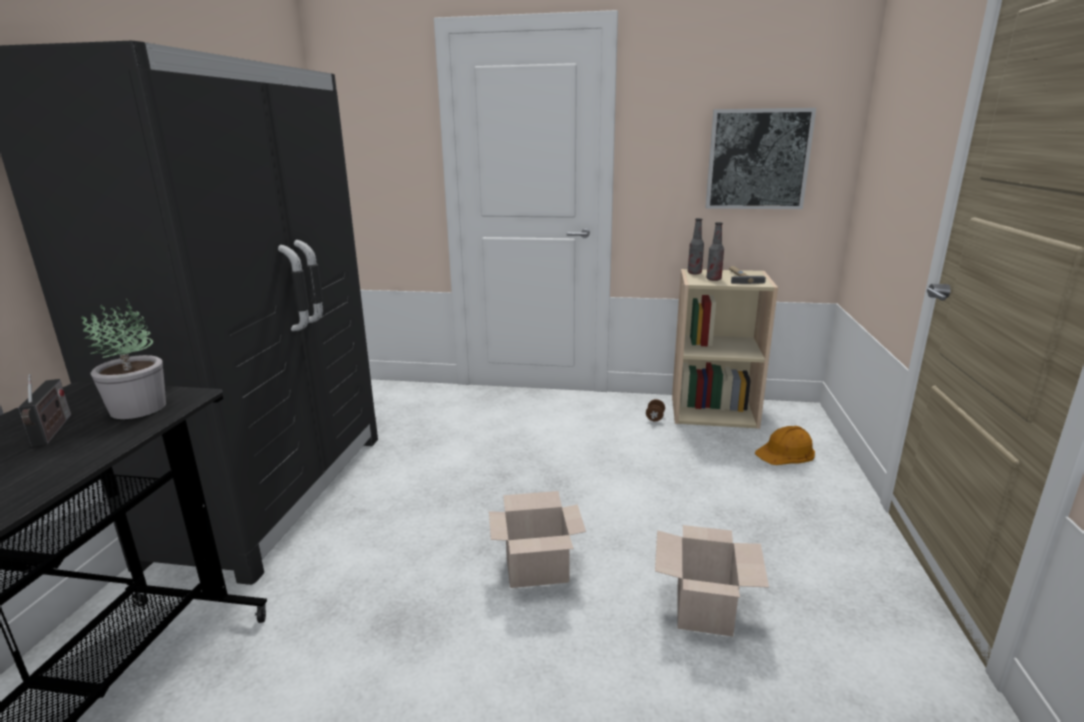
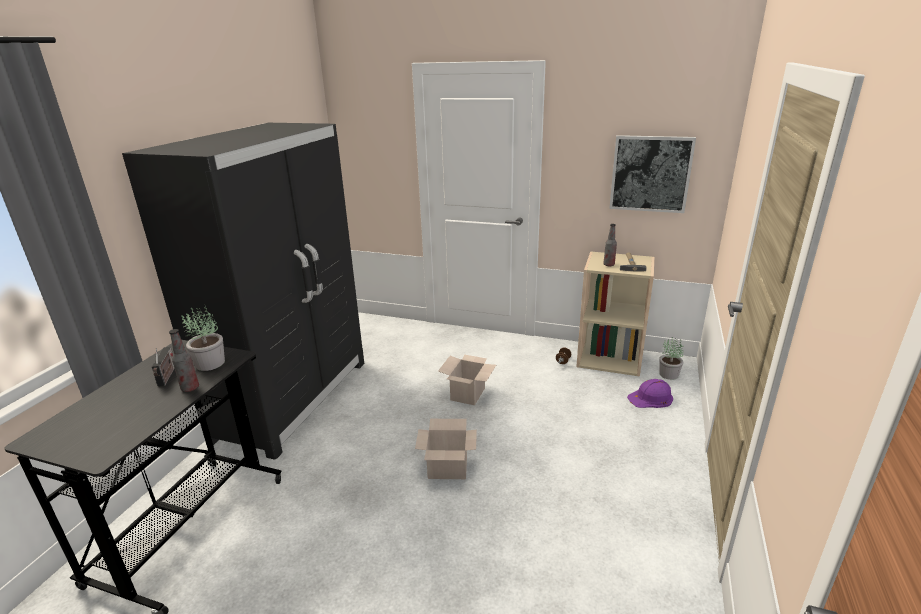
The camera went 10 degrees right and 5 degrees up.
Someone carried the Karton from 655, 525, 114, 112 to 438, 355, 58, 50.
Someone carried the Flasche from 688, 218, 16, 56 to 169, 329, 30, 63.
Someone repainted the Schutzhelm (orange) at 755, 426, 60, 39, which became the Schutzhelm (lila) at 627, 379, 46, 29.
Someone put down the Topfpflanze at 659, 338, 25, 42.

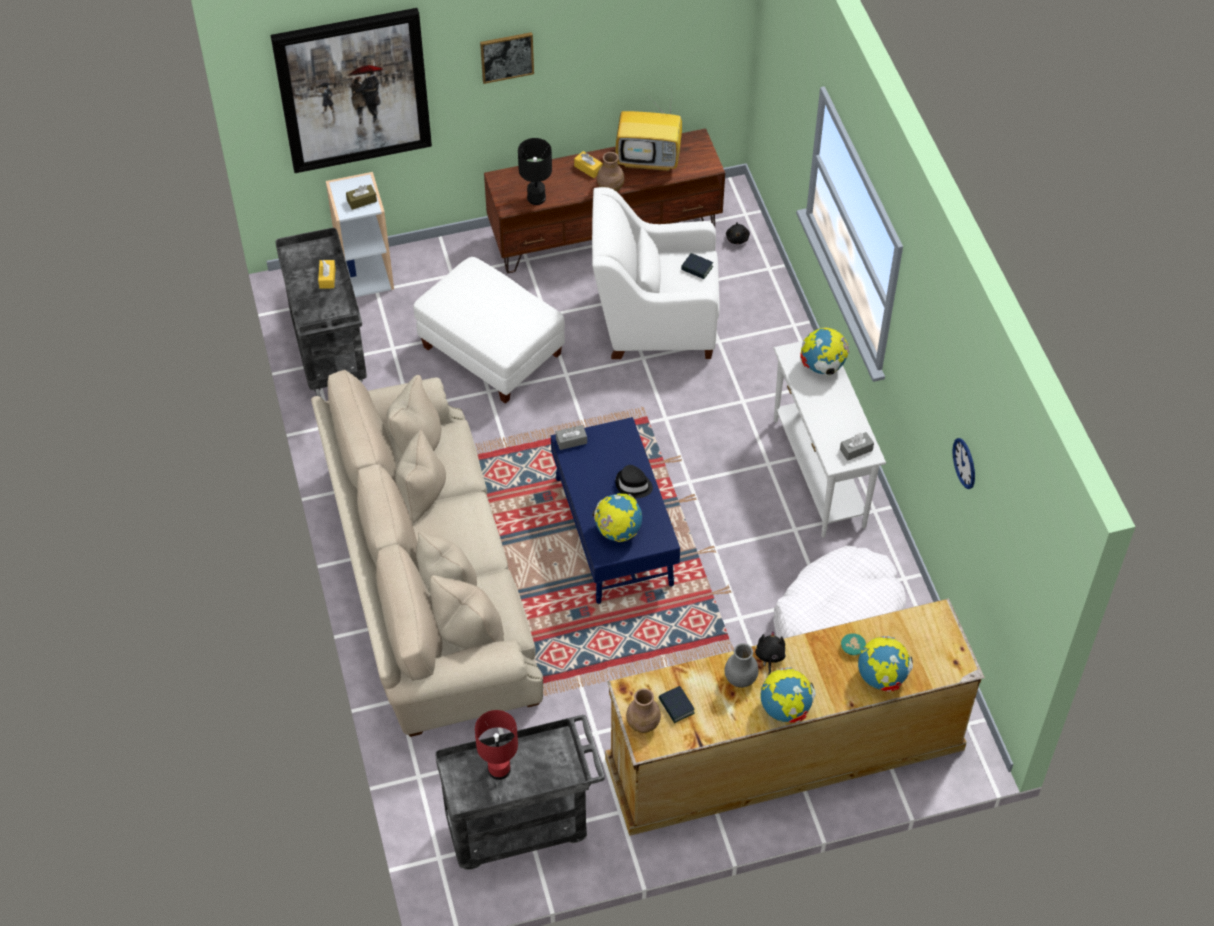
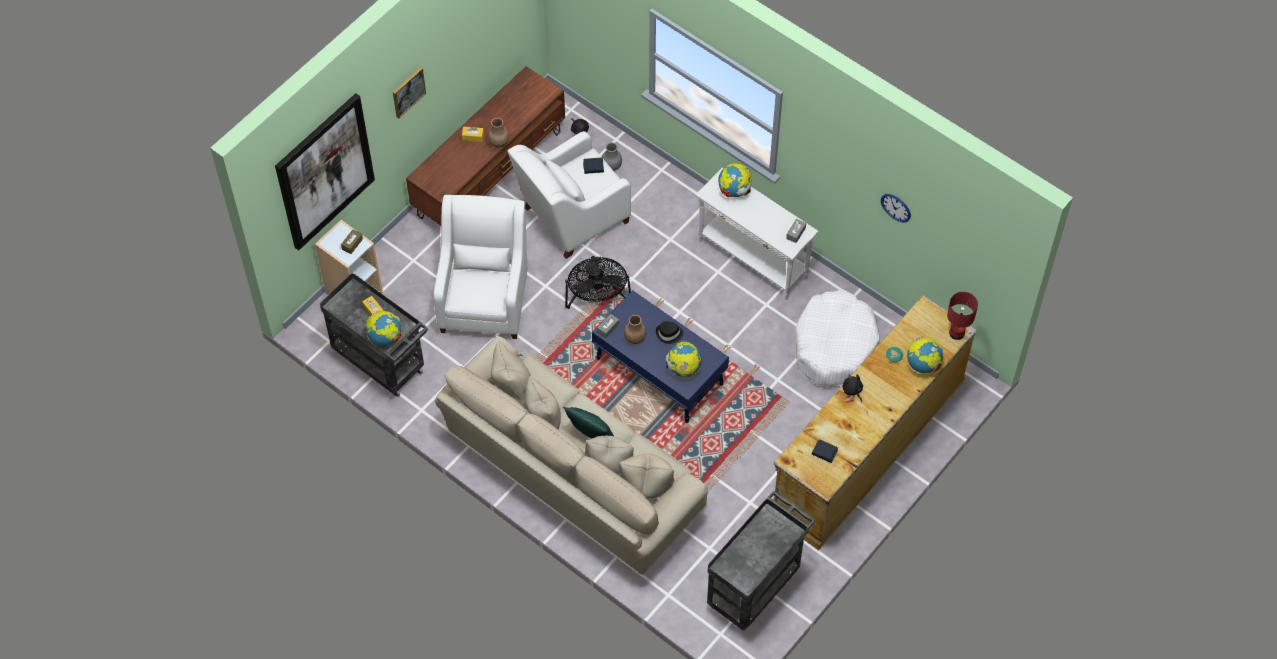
The camera went 35 degrees left and 5 degrees up.
Someone swapped the Polsterhocker (weiß) at 413, 257, 152, 147 for the Sessel (weiß) at 433, 195, 94, 144.
Someone carried the Tischlampe (rot) from 475, 710, 43, 70 to 947, 292, 31, 48.
Someone took away the Tischlampe (schwarz) at 518, 138, 34, 67.
Someone took away the Fernseher at 615, 85, 67, 86.
Someone carried the Vase (braun) from 626, 688, 35, 45 to 624, 315, 22, 29.
Someone carried the Vase (grau) from 724, 643, 35, 45 to 602, 142, 20, 29.
Someone carried the Globus from 760, 667, 56, 56 to 366, 311, 35, 35.
Someone put down the Kissen (grün) at 563, 407, 51, 31.
Someone put down the Ventilator (schwarz) at 565, 256, 66, 53.

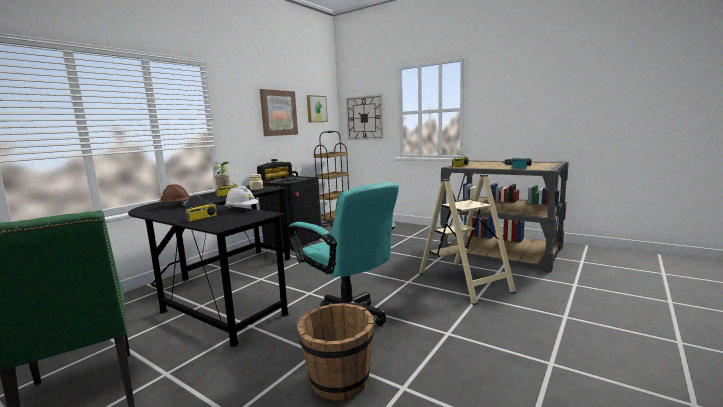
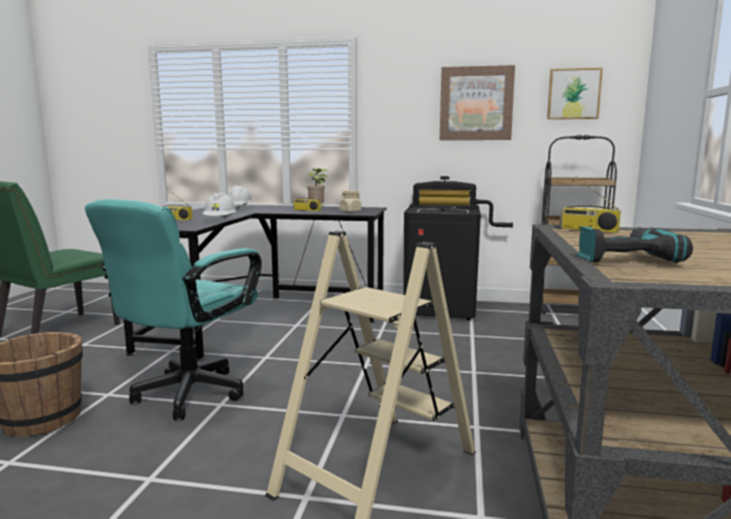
The camera went 65 degrees right and 0 degrees up.
Someone repainted the Schutzhelm (braun) at 158, 184, 32, 22, which became the Schutzhelm (weiß) at 227, 186, 26, 24.
Someone took away the Wanduhr at 346, 94, 38, 46.

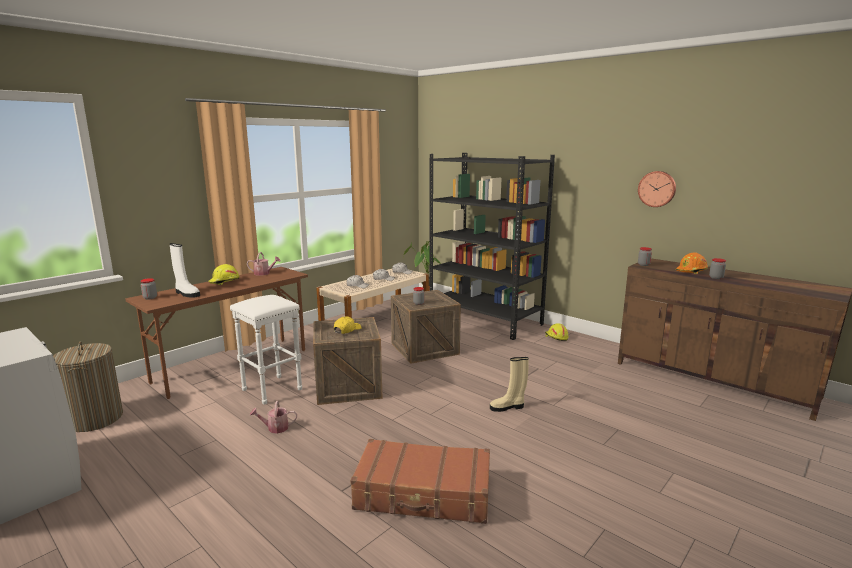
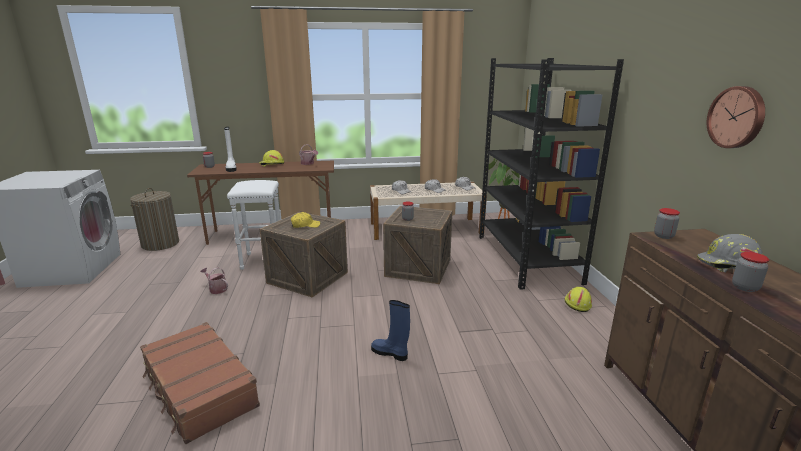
The camera went 40 degrees right and 5 degrees up.
Someone repainted the Stiefel (beige) at 490, 357, 39, 55, which became the Stiefel (blau) at 371, 300, 39, 61.
Someone repainted the Schutzhelm (orange) at 676, 252, 32, 22, which became the Schutzhelm (grau) at 697, 234, 66, 38.

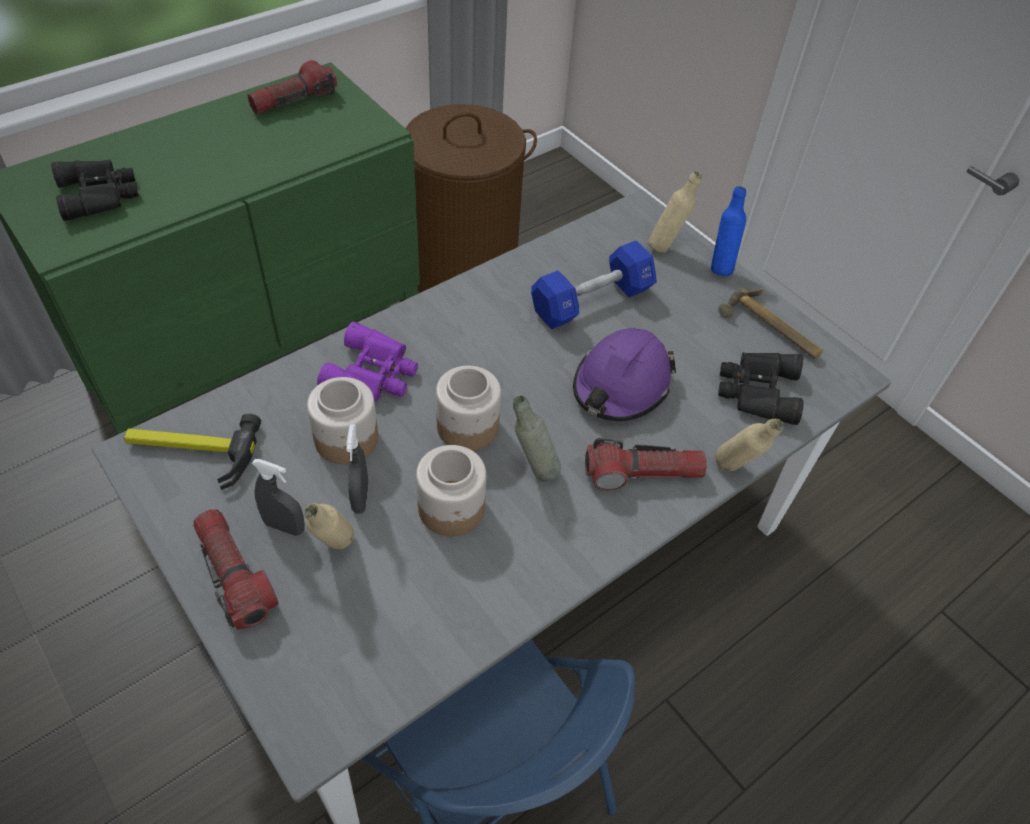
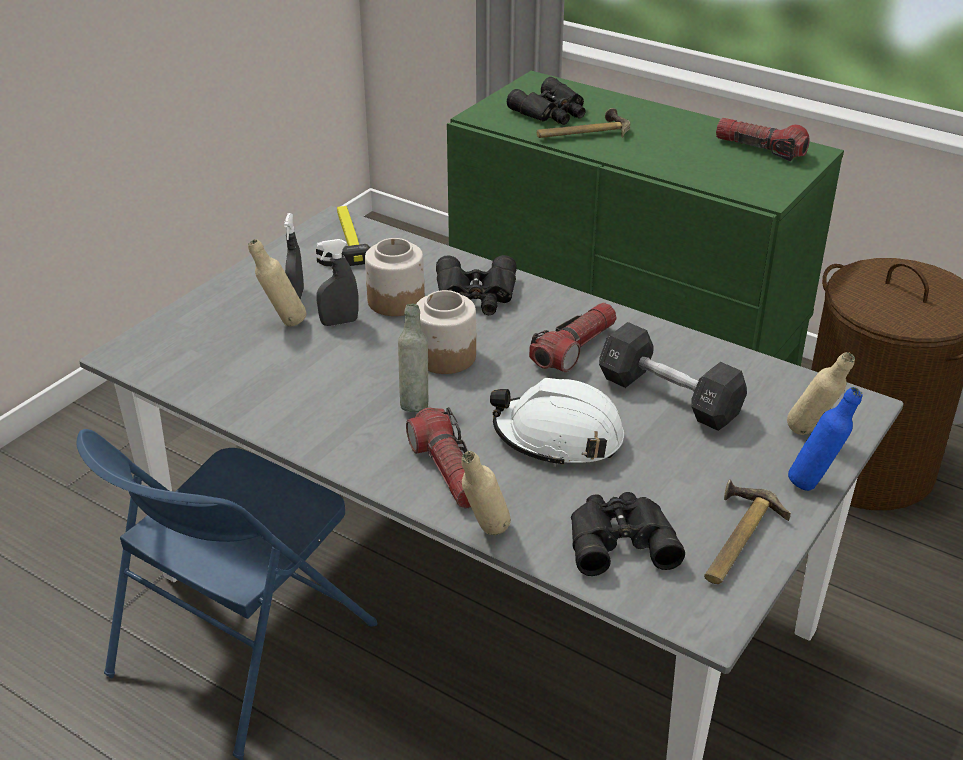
The camera went 75 degrees right and 15 degrees down.
Someone carried the Taschenlampe from 193, 509, 86, 121 to 529, 302, 88, 70.
Someone repainted the Fernglas (lila) at 317, 322, 101, 79, which became the Fernglas (schwarz) at 436, 255, 81, 60.
Someone took away the Vorratsglas at 416, 445, 70, 91.
Someone repainted the Hantel (blau) at 531, 240, 126, 89, which became the Hantel (schwarz) at 599, 322, 148, 109.
Someone repainted the Schutzhelm (lila) at 573, 328, 103, 93, which became the Schutzhelm (weiß) at 490, 378, 134, 89.
Someone put down the Hammer at 537, 108, 93, 30.

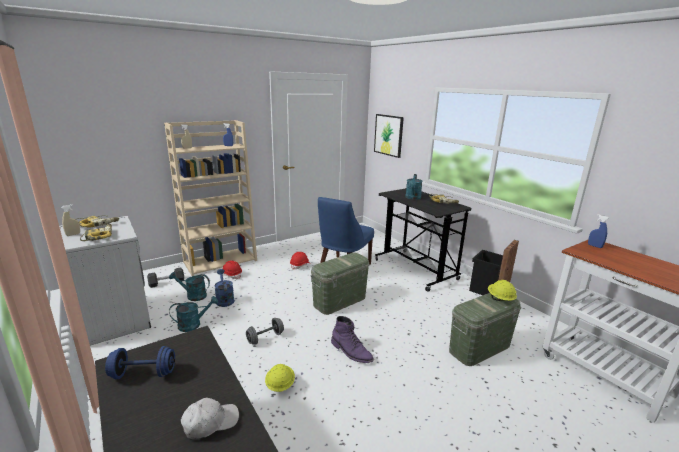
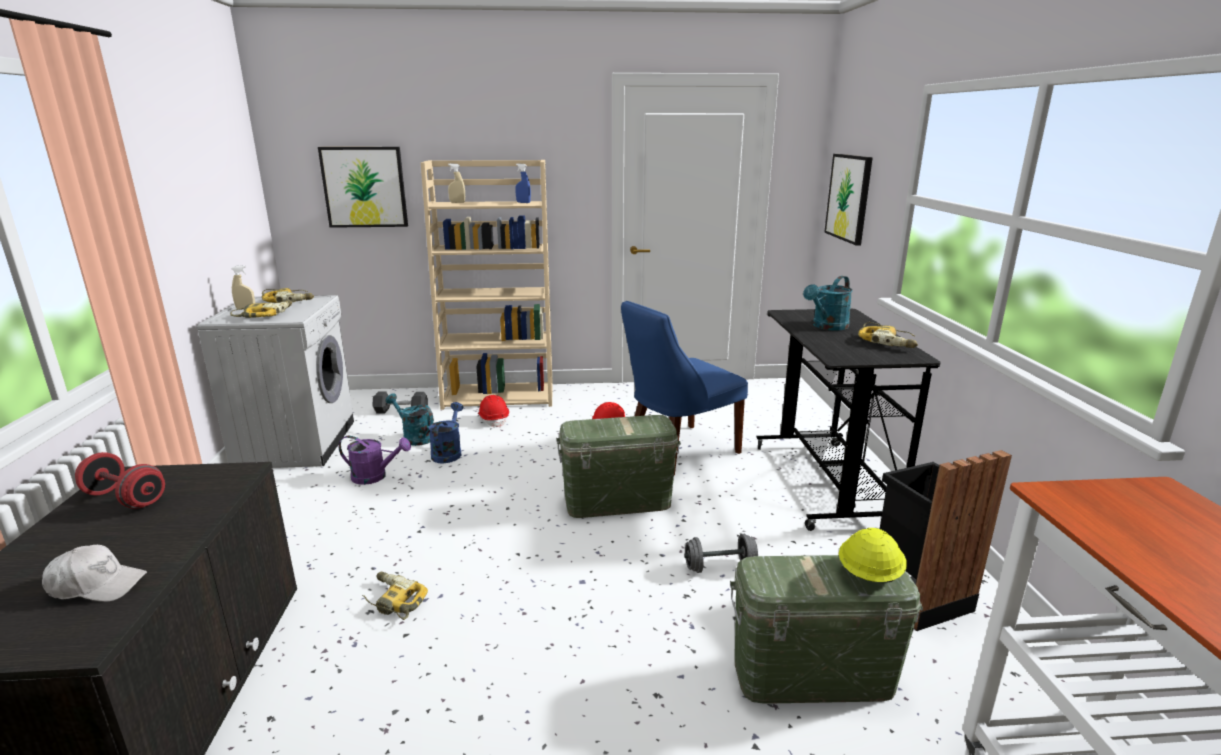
The camera went 30 degrees right and 0 degrees up.
Someone repainted the Hantel (blau) at 105, 346, 70, 33, which became the Hantel (rot) at 75, 452, 90, 57.
Someone repainted the Gießkanne (türkis) at 169, 296, 49, 36, which became the Gießkanne (lila) at 339, 436, 72, 49.
Someone carried the Hantel (grau) from 246, 318, 38, 27 to 684, 534, 74, 39.
Someone swapped the Schutzhelm (gelb) at 265, 364, 30, 28 for the Bohrmaschine at 362, 572, 66, 48.
Someone took away the Stiefel (lila) at 331, 316, 43, 47.
Someone took away the Sprühflasche (blau) at 588, 214, 21, 34.
Someone put up the Bild at 318, 147, 90, 81.

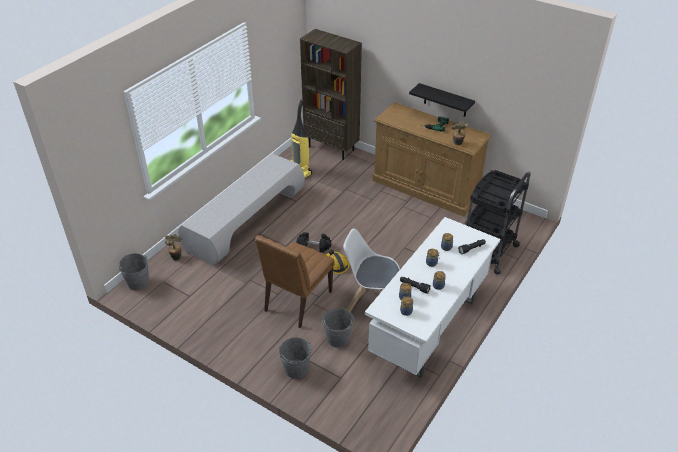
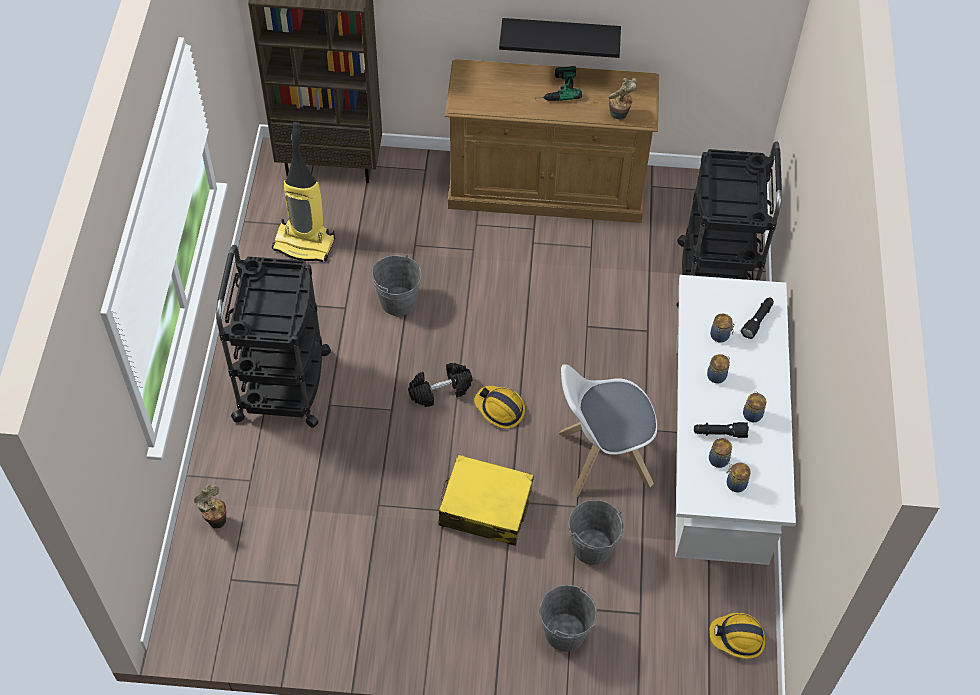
The camera went 30 degrees left and 15 degrees up.
Someone carried the Eimer (grau) from 118, 253, 31, 37 to 372, 254, 50, 62.
Someone swapped the Bank (grau) at 178, 153, 127, 112 for the Rollwagen (schwarz) at 216, 245, 115, 183.
Someone swapped the Stuhl (braun) at 255, 235, 80, 93 for the Koffer (gelb) at 439, 455, 95, 91.
Someone put down the Schutzhelm at 709, 612, 56, 47.

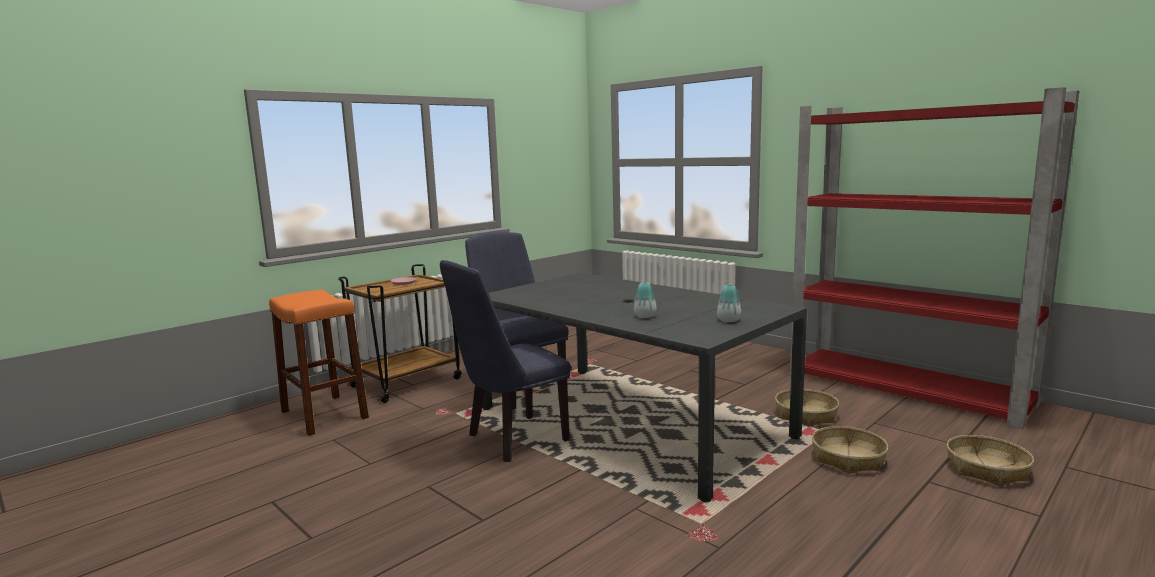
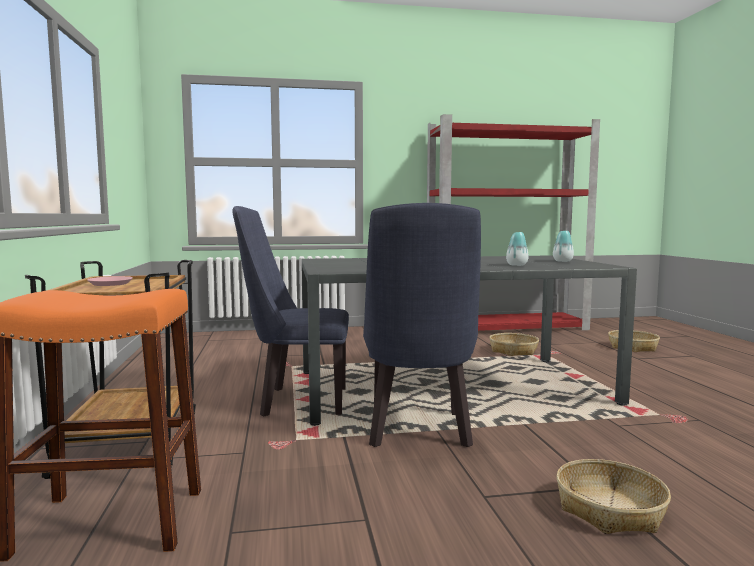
The camera went 55 degrees left and 5 degrees down.
Someone carried the Korb from 812, 426, 77, 48 to 556, 459, 115, 75.

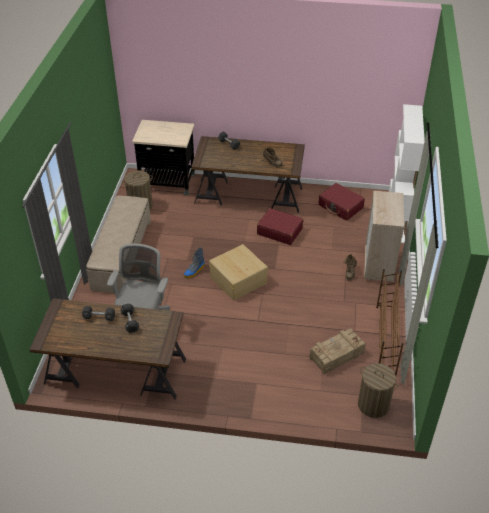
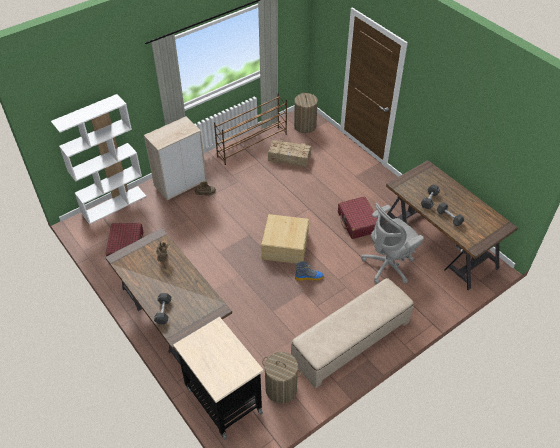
The camera went 135 degrees left and 5 degrees up.
Someone carried the Koffer (rot) from 257, 208, 46, 37 to 338, 196, 39, 43.

